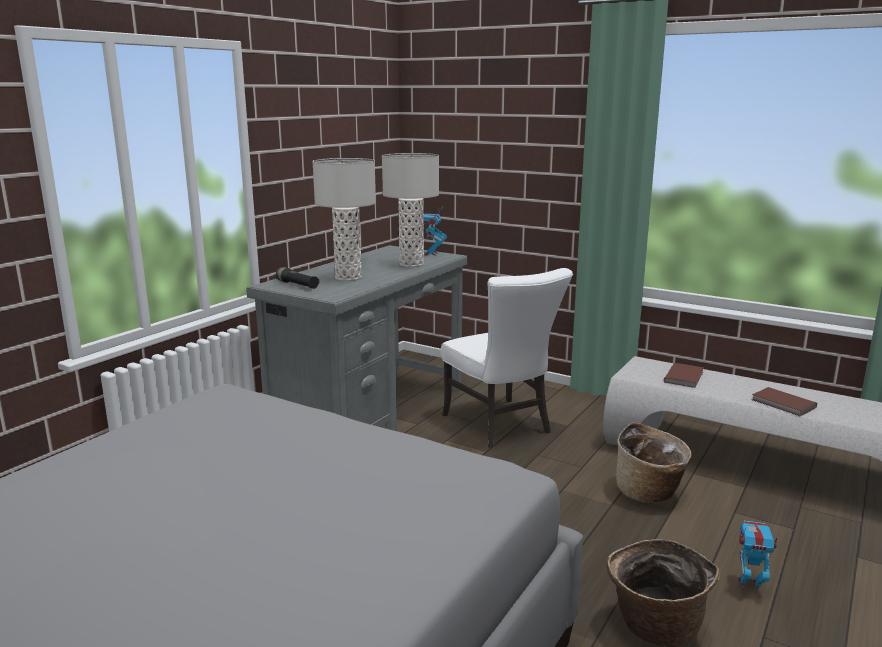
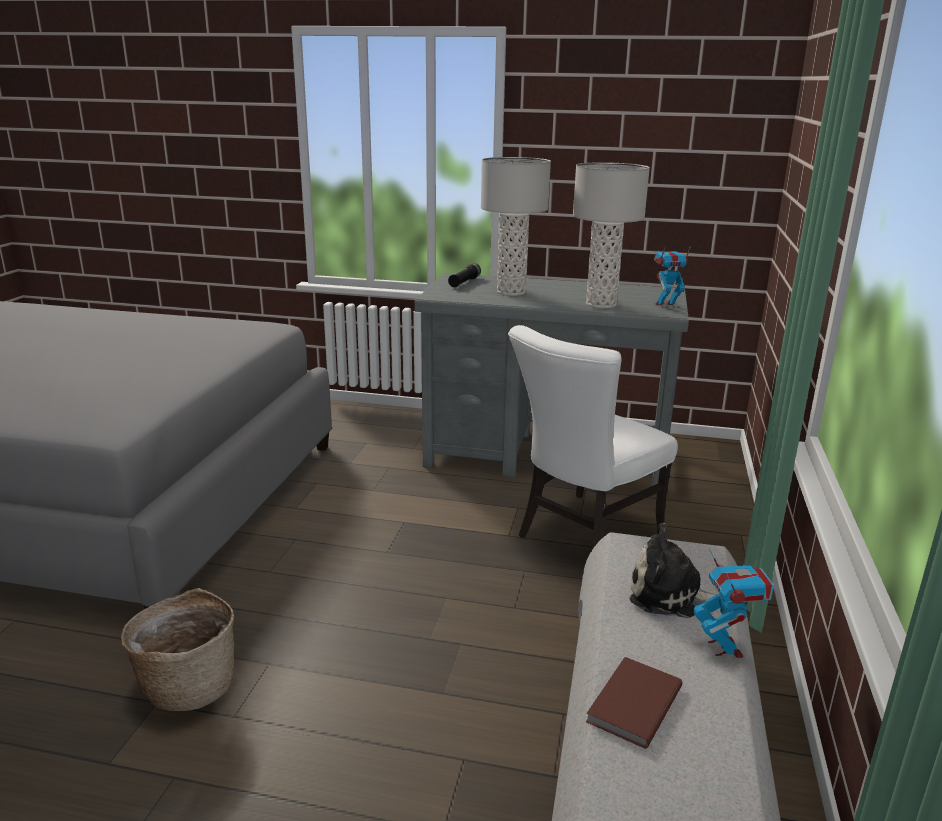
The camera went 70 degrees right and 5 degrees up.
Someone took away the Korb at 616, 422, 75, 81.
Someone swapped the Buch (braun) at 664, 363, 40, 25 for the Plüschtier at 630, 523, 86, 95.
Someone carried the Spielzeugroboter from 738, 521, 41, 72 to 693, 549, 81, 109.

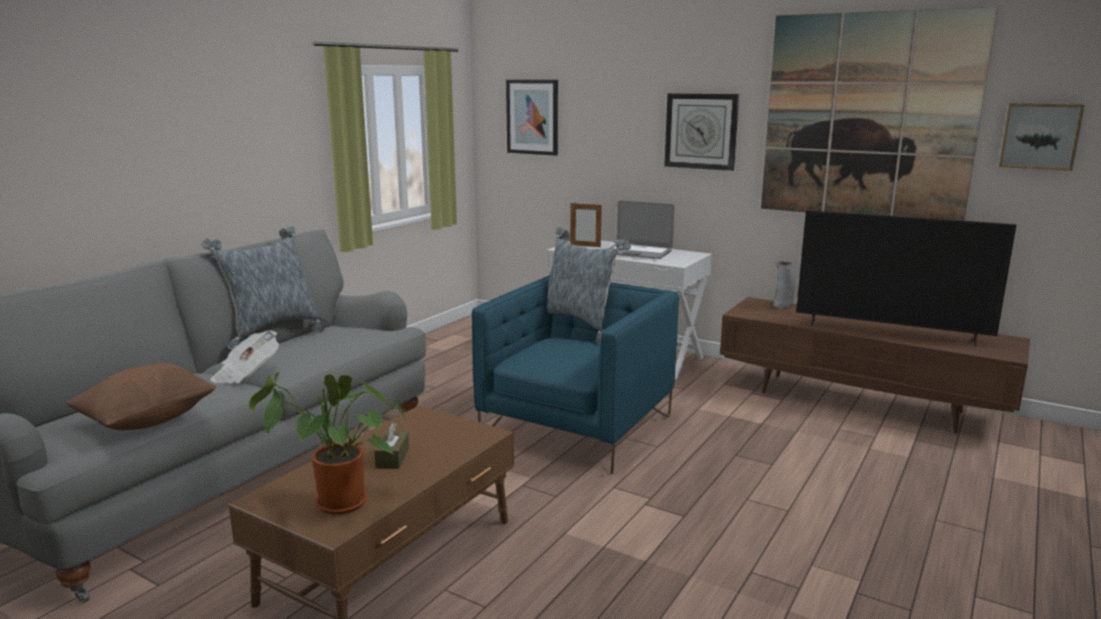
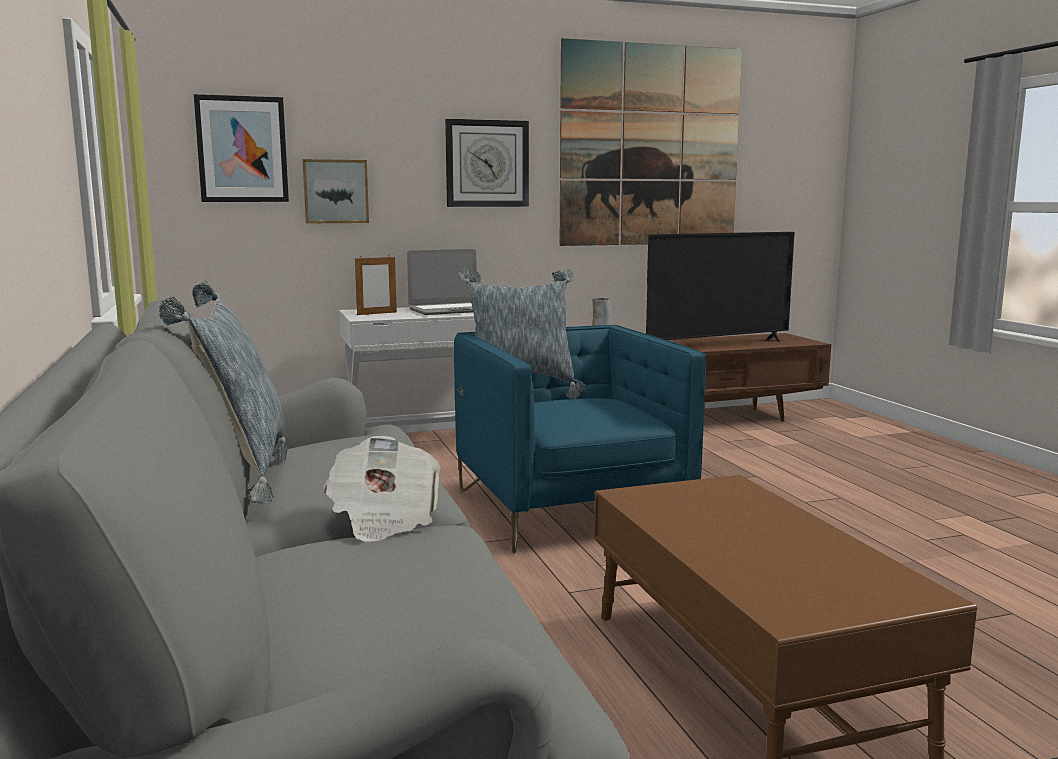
The camera went 50 degrees left and 5 degrees down.
Someone took away the Kissen (braun) at 66, 363, 150, 67.
Someone took away the Topfpflanze at 249, 372, 157, 143.
Someone took away the Taschentuchbox (braun) at 374, 423, 35, 46.
Someone carried the Bild from 999, 103, 86, 68 to 303, 159, 66, 64.

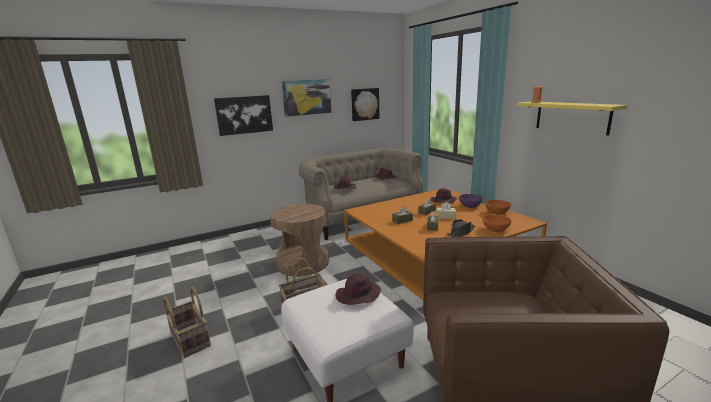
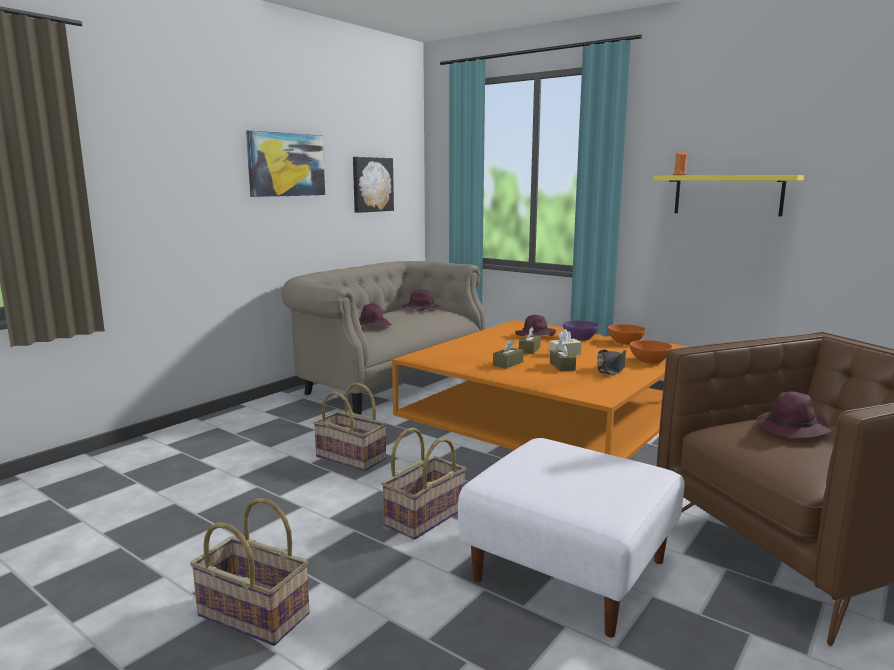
The camera went 25 degrees left and 5 degrees down.
Someone took away the Bild at 214, 95, 59, 41.
Someone swapped the Beistelltisch (braun) at 270, 204, 59, 73 for the Korb at 313, 382, 73, 89.
Someone carried the Hut (lila) from 336, 273, 45, 32 to 754, 392, 78, 46.

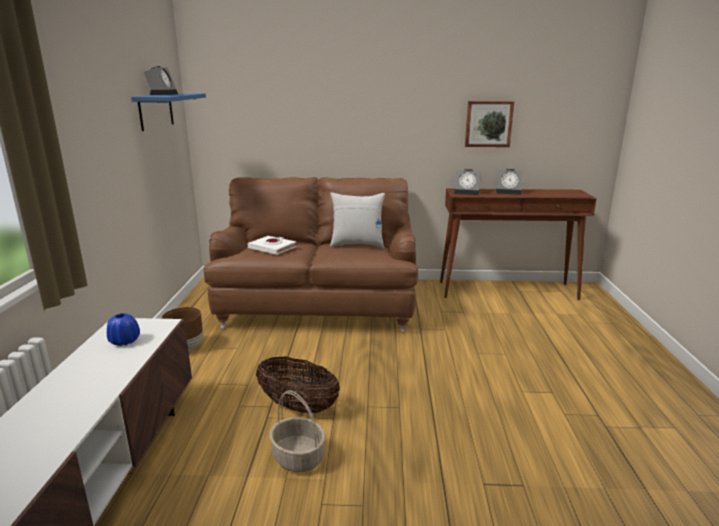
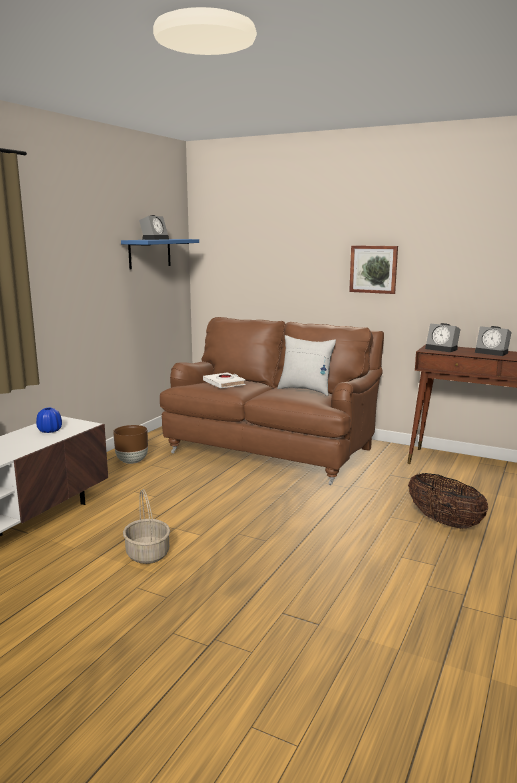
The camera went 25 degrees right and 5 degrees down.
Someone carried the Korb from 256, 357, 84, 56 to 408, 473, 80, 56.
Someone carried the Bild from 465, 101, 49, 46 to 349, 245, 49, 49.

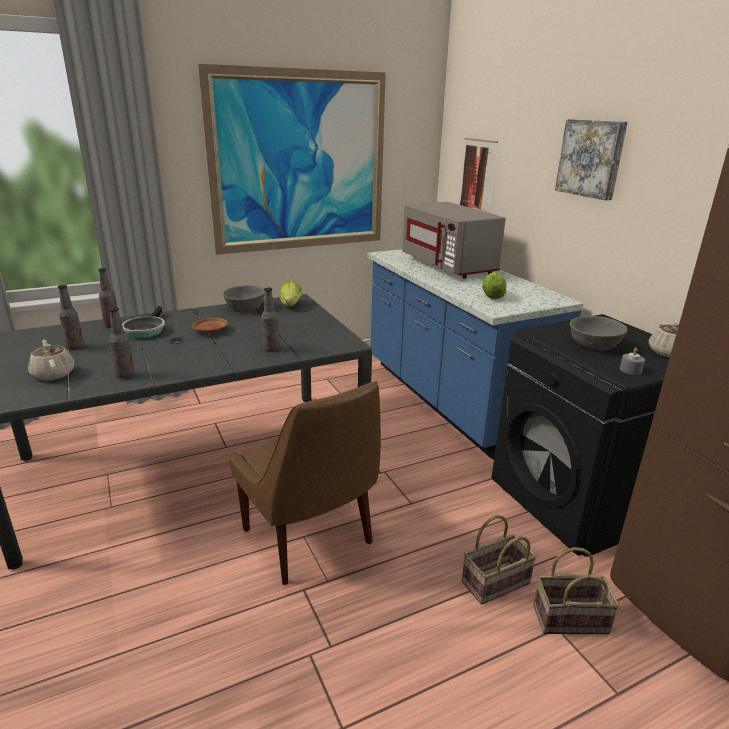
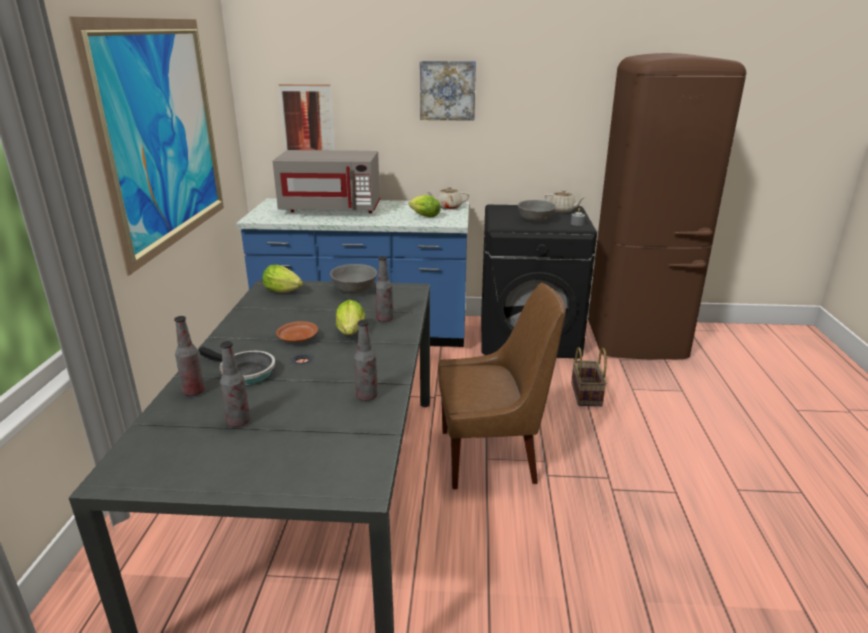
The camera went 60 degrees left and 0 degrees up.
Someone carried the Teekanne (beige) from 28, 340, 47, 41 to 427, 186, 42, 23.
Someone carried the Schüssel (grau) from 223, 285, 42, 26 to 330, 264, 47, 30.
Someone took away the Korb at 533, 547, 87, 87.
Someone put down the Salatkopf at 336, 299, 29, 36.

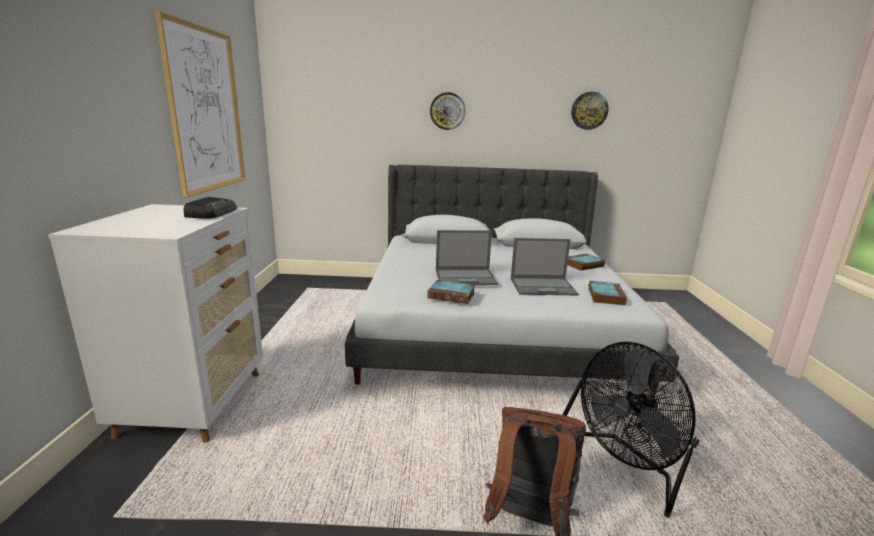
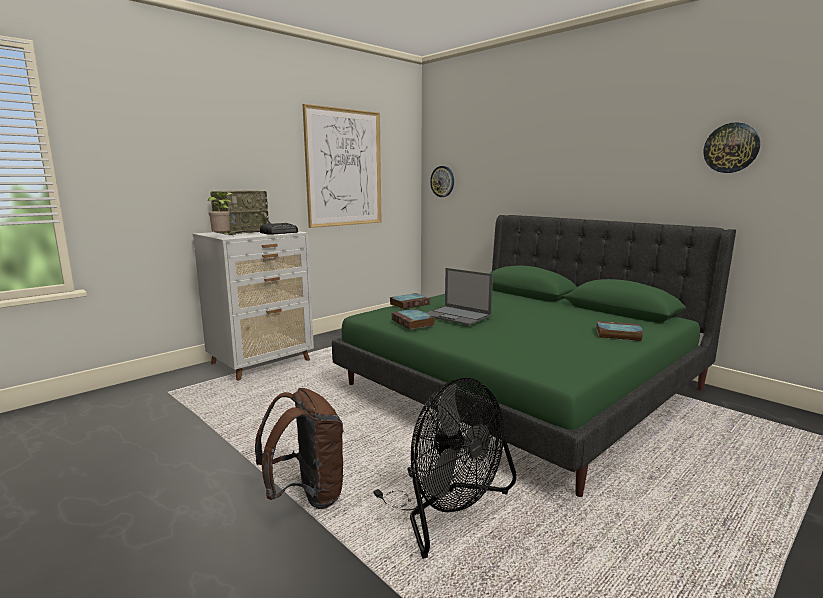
The camera went 45 degrees right and 5 degrees down.
Someone repainted the Bett (grau) at 345, 165, 334, 231, which became the Bett (grün) at 332, 215, 404, 282.
Someone carried the Wanduhr from 430, 92, 36, 38 to 430, 166, 24, 31.
Someone took away the Laptop at 511, 238, 67, 57.
Someone rotated the Ventilator (schwarz) at 563, 342, 136, 176 by 150 degrees counterclockwise.
Someone carried the Buch from 588, 281, 39, 24 to 390, 293, 40, 16.
Someone put down the Topfpflanze at 208, 192, 25, 44.
Someone put down the Radio at 210, 190, 61, 45.

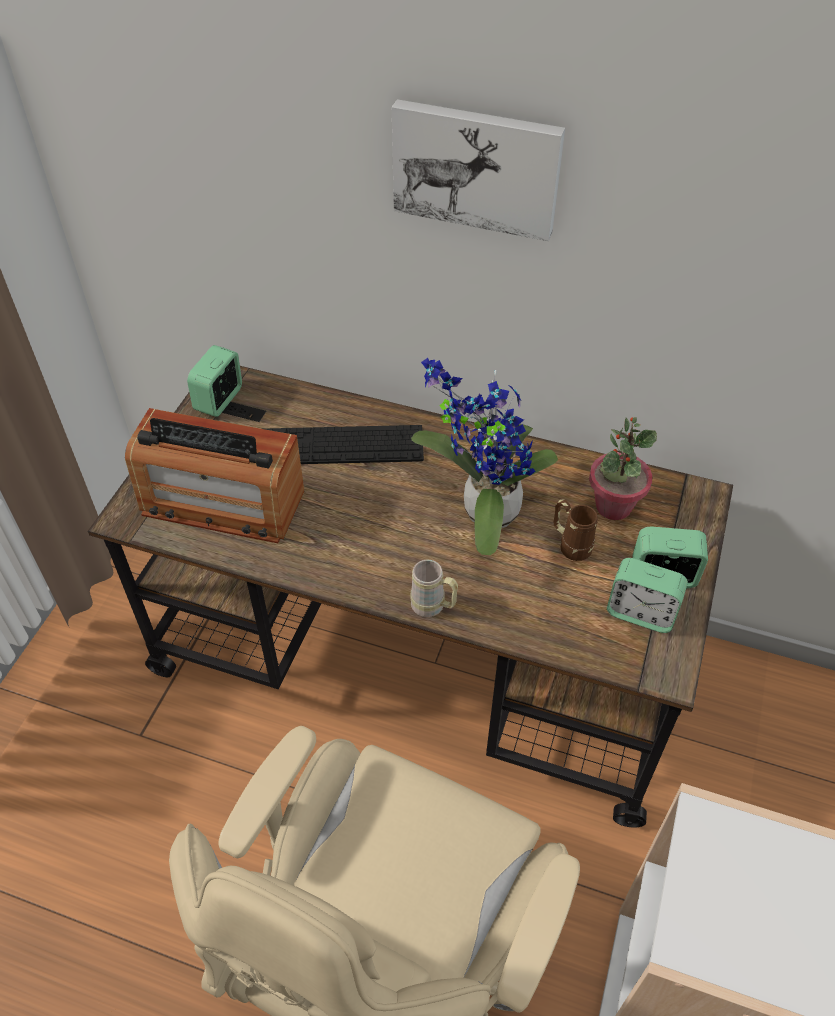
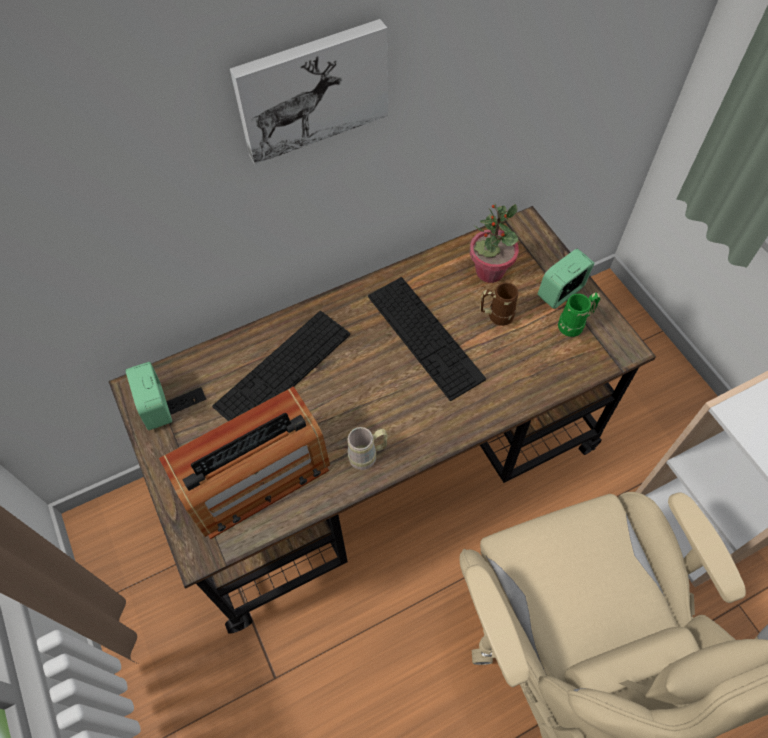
The camera went 45 degrees left and 10 degrees up.
Someone carried the Henkelbecher (beige) from 410, 560, 48, 57 to 347, 427, 41, 43.
Someone swapped the Topfpflanze at 411, 358, 147, 197 for the Tastatur at 368, 277, 118, 124.
Someone swapped the Wecker at 607, 558, 81, 75 for the Henkelbecher (grün) at 558, 293, 42, 44.

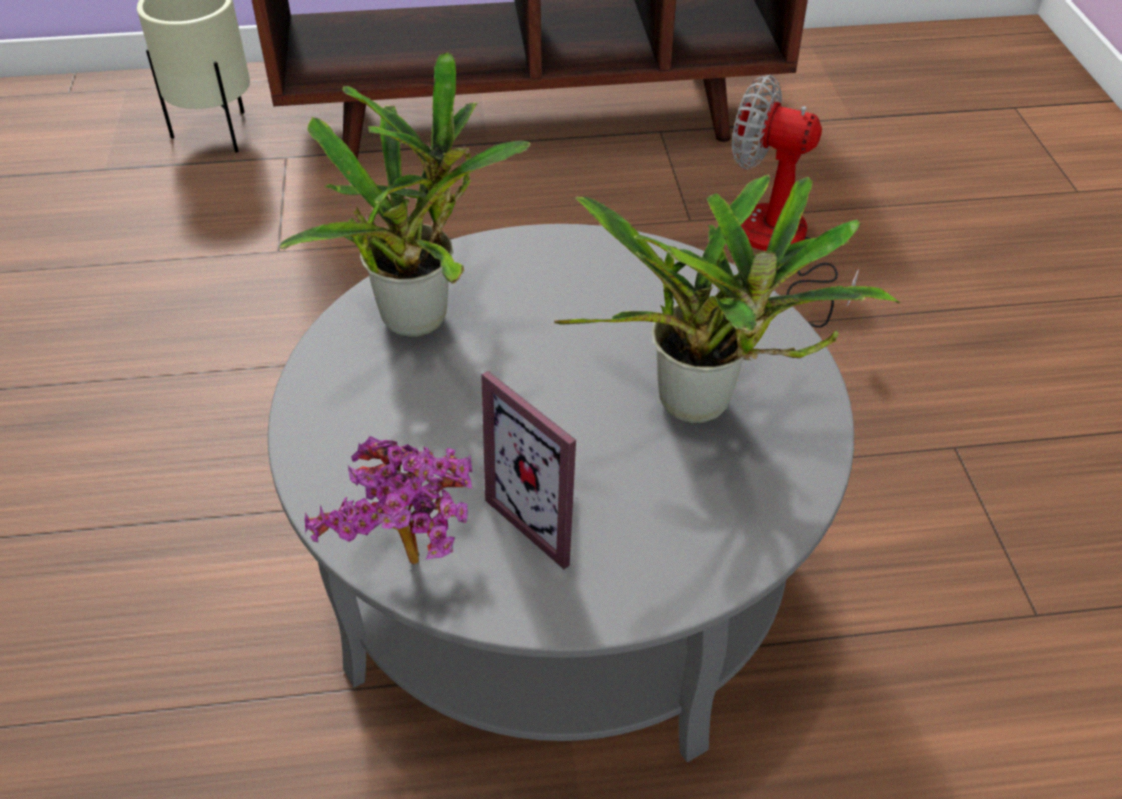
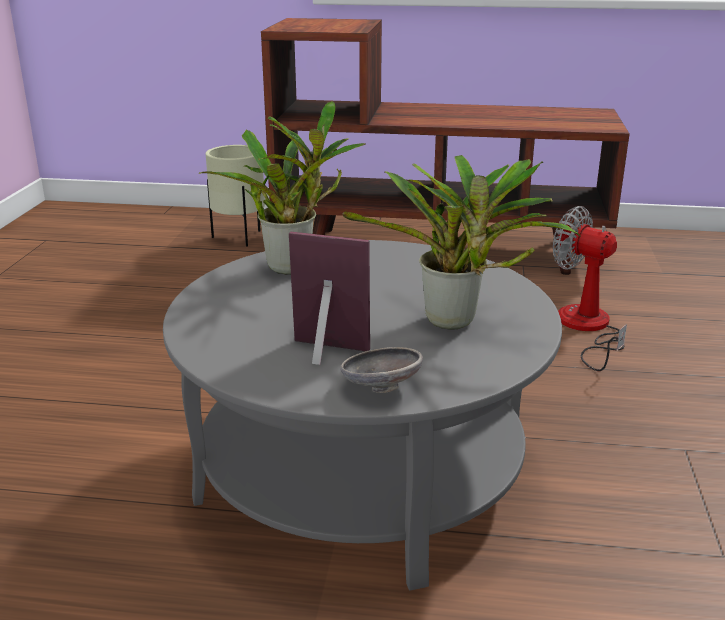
The camera went 15 degrees right and 20 degrees down.
Someone took away the Topfpflanze at 305, 436, 168, 128.
Someone rotated the Bilderrahmen at 481, 371, 95, 198 by 135 degrees clockwise.
Someone put down the Schüssel (grau) at 340, 347, 83, 46.

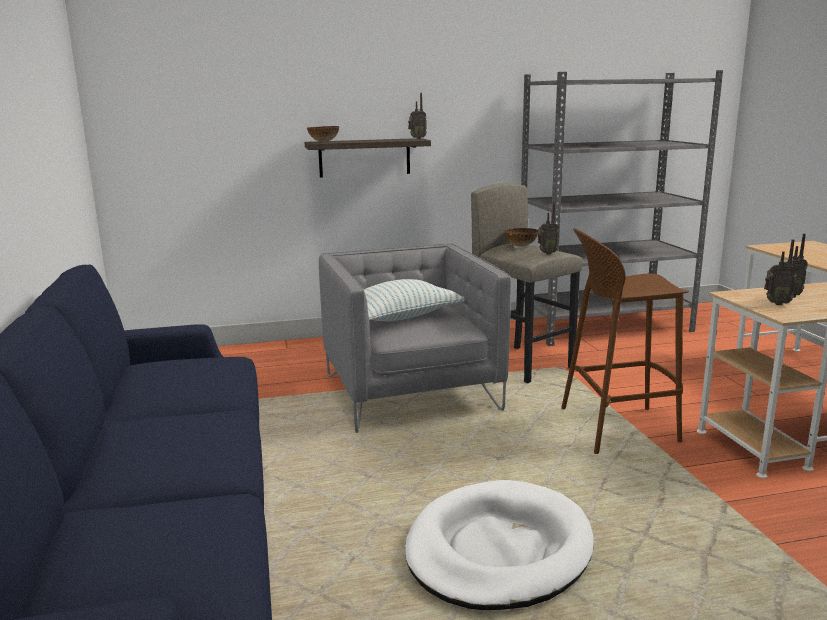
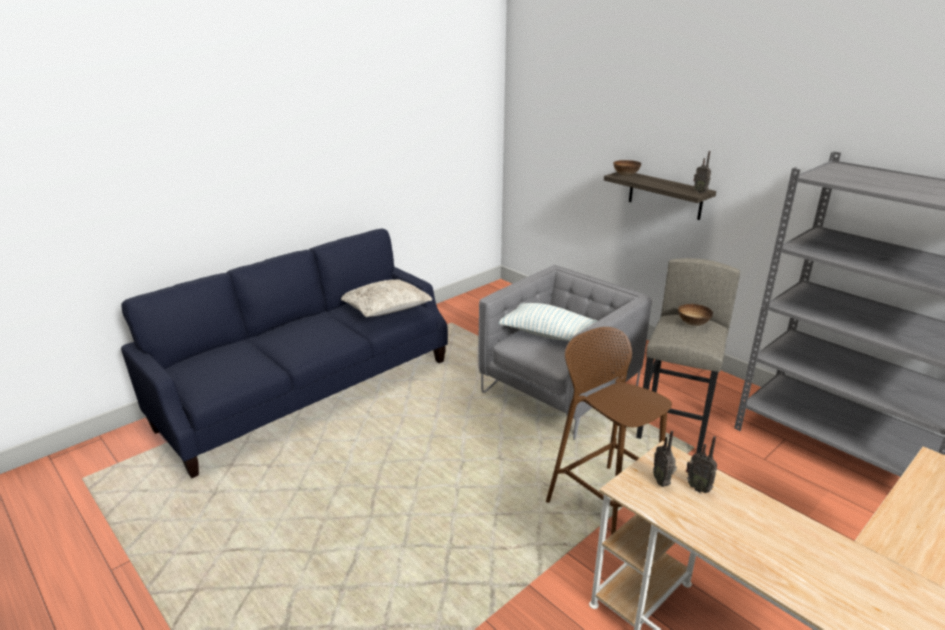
The camera went 60 degrees right and 10 degrees up.
Someone took away the Hundebett (weiß) at 405, 480, 189, 130.
Someone took away the Radio at 538, 203, 21, 51.
Someone put down the Kissen (beige) at 341, 279, 91, 38.

